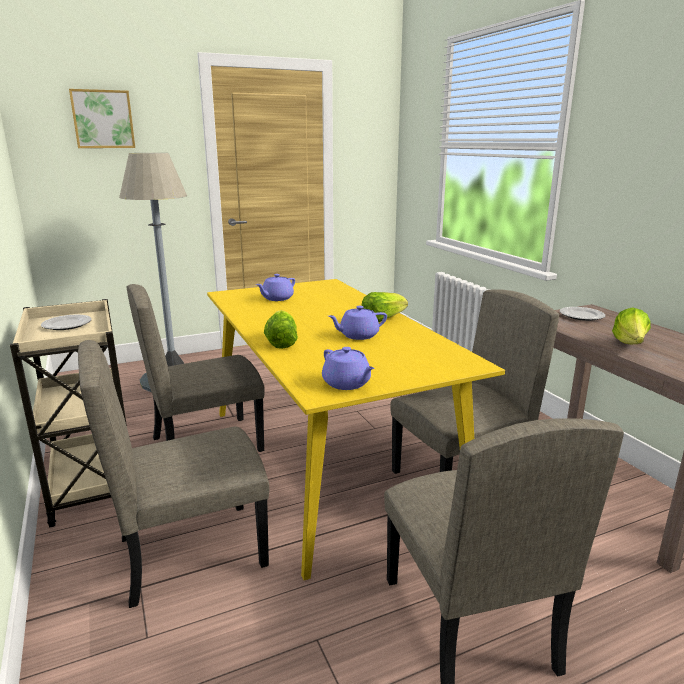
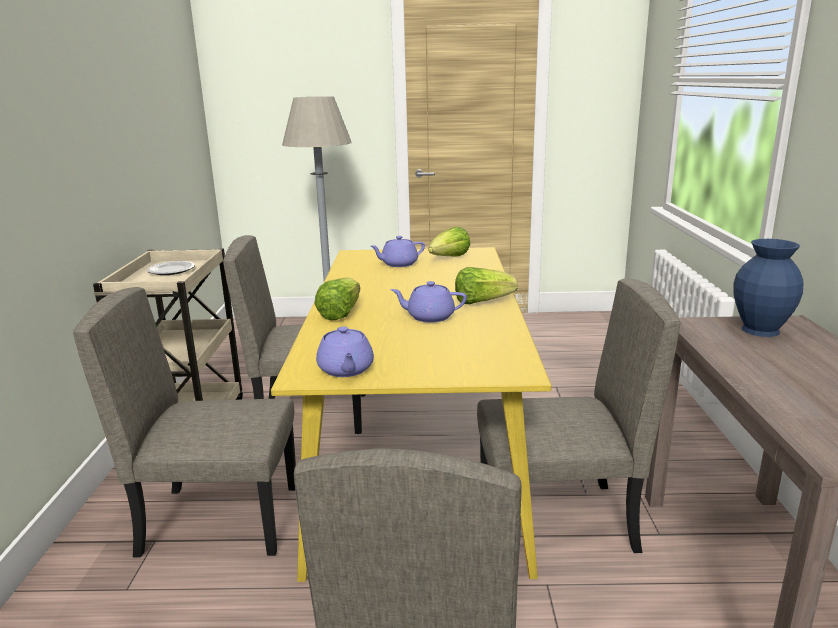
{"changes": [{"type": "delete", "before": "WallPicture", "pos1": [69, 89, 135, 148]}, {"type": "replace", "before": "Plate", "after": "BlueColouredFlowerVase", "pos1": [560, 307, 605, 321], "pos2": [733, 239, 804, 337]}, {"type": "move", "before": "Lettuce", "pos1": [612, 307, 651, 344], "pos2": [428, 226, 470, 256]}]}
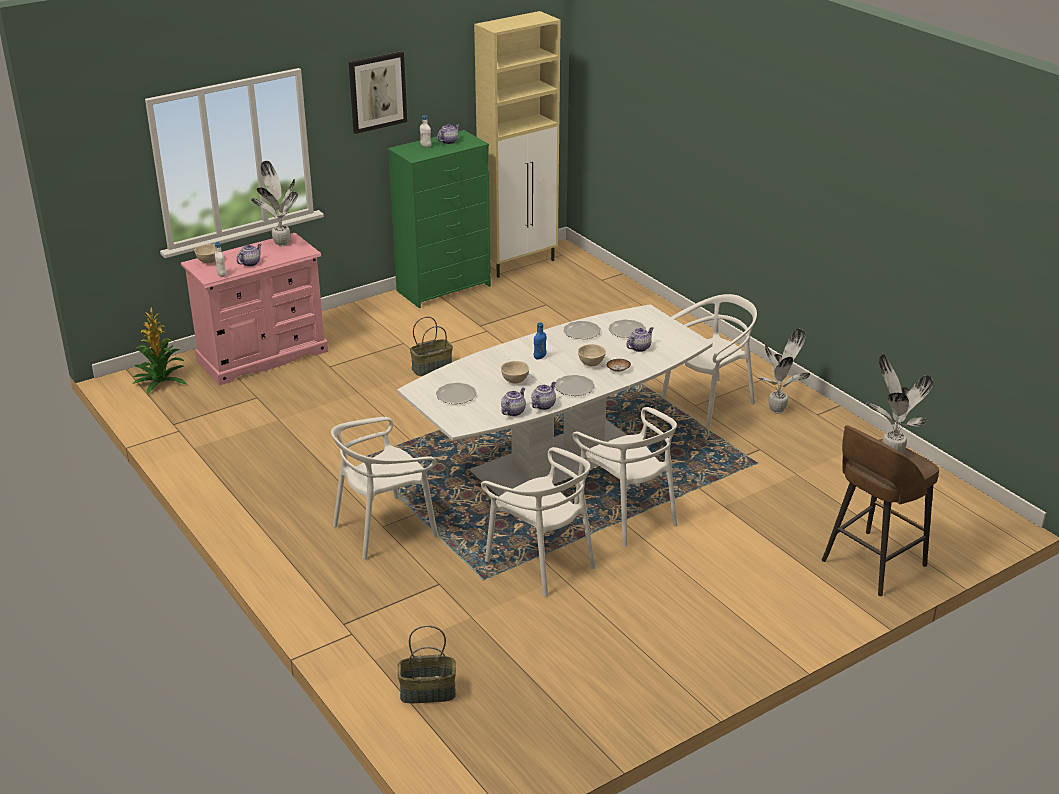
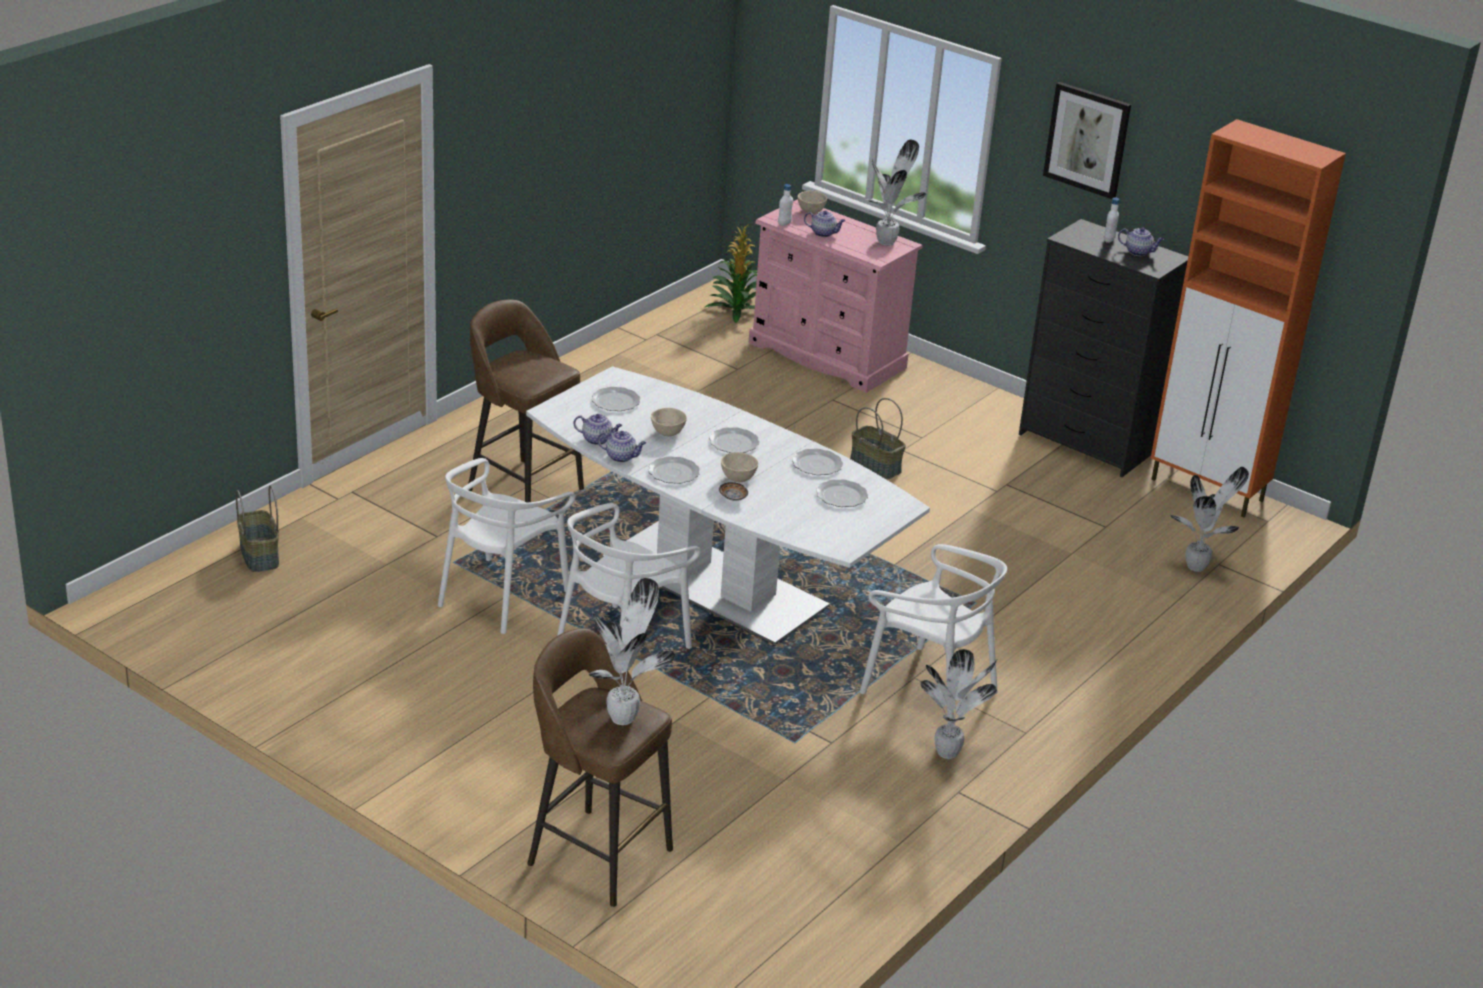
{"changes": [{"type": "replace", "before": "WhiteColouredUprightChair", "after": "BrownishStool", "pos1": [331, 417, 438, 559], "pos2": [468, 300, 584, 502]}, {"type": "recolor", "before": "GreenishChestOfDrawers", "after": "BlackishChestOfDrawers", "pos1": [388, 130, 491, 308], "pos2": [1019, 219, 1188, 477]}, {"type": "recolor", "before": "SandColouredCupboard", "after": "OrangeyCupboard", "pos1": [474, 11, 561, 278], "pos2": [1151, 119, 1346, 518]}, {"type": "replace", "before": "BlueColouredDrinkBottle", "after": "Plate", "pos1": [534, 323, 547, 360], "pos2": [709, 427, 759, 453]}, {"type": "delete", "before": "TeaPot", "pos1": [626, 327, 654, 352]}, {"type": "insert", "after": "PottedPlant", "pos2": [1170, 467, 1249, 572]}]}
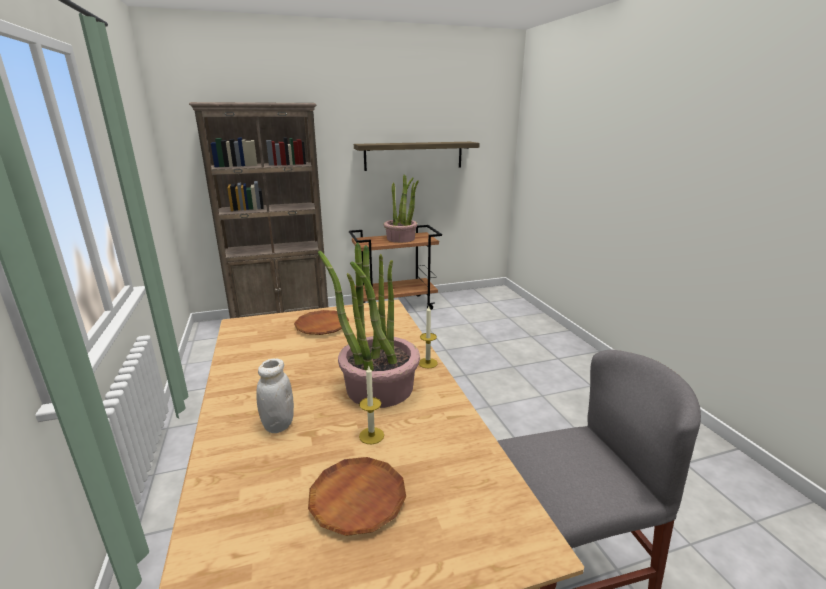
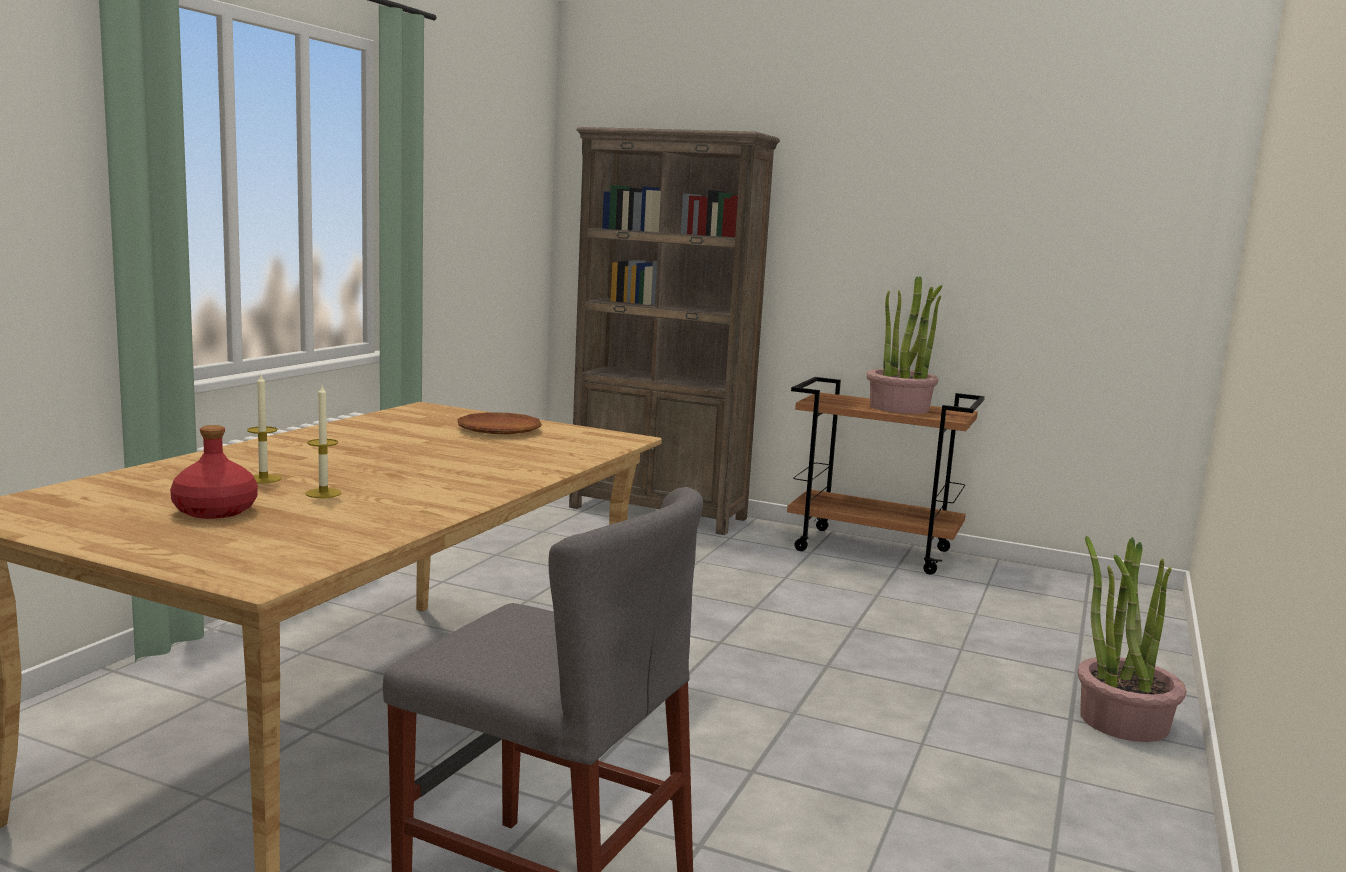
{"changes": [{"type": "delete", "before": "WhiteColouredPreserveJar", "pos1": [256, 358, 294, 433]}, {"type": "replace", "before": "BrownishPlate", "after": "ReddishDrinkBottle", "pos1": [308, 457, 406, 536], "pos2": [170, 425, 258, 519]}, {"type": "move", "before": "PottedPlant", "pos1": [318, 242, 420, 408], "pos2": [1078, 536, 1186, 742]}, {"type": "delete", "before": "WallShelf", "pos1": [354, 142, 480, 171]}, {"type": "move", "before": "WaxLight", "pos1": [419, 306, 438, 368], "pos2": [247, 375, 281, 484]}]}
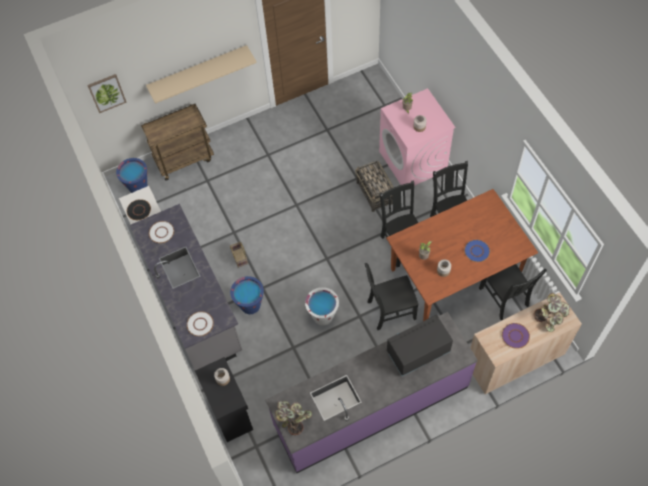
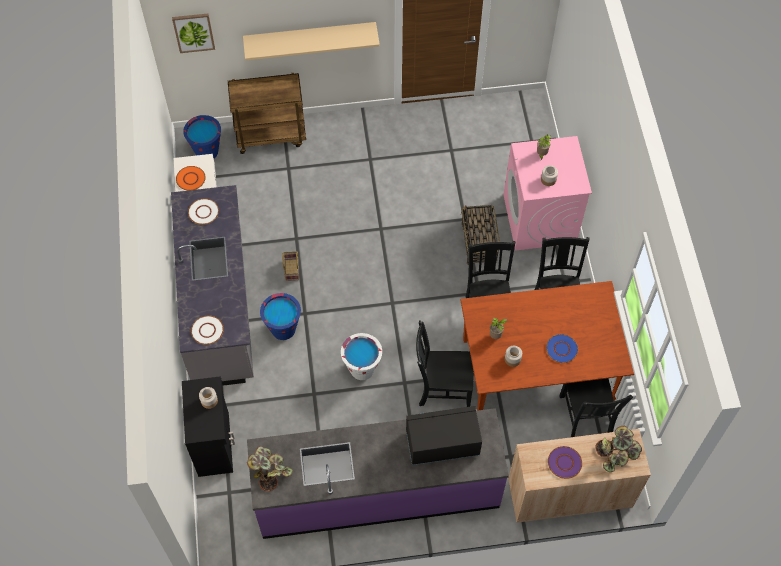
{"changes": [{"type": "recolor", "before": "BlackishPlate", "after": "OrangeyPlate", "pos1": [127, 199, 151, 220], "pos2": [176, 166, 206, 190]}]}
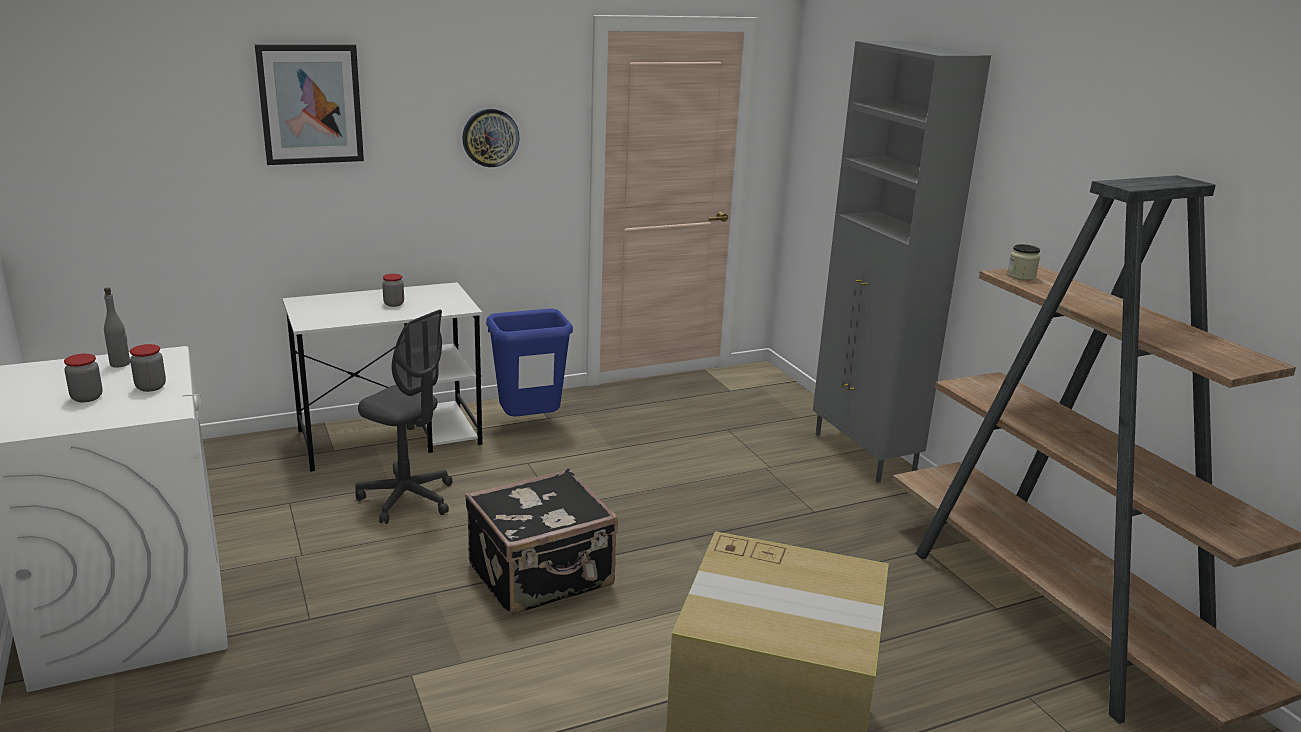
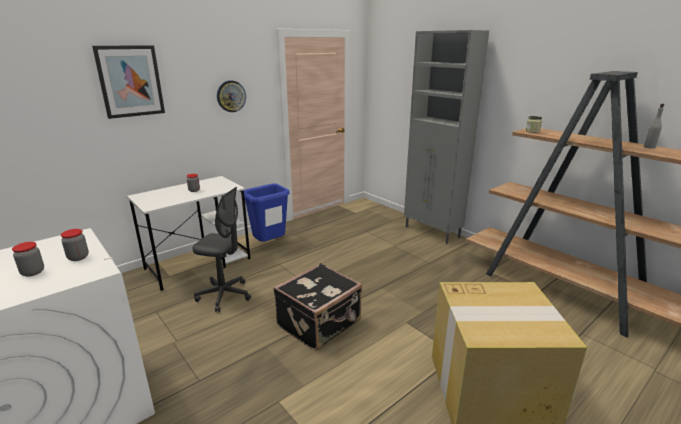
{"changes": [{"type": "move", "before": "GreyishDrinkBottle", "pos1": [104, 287, 130, 368], "pos2": [644, 104, 664, 149]}]}
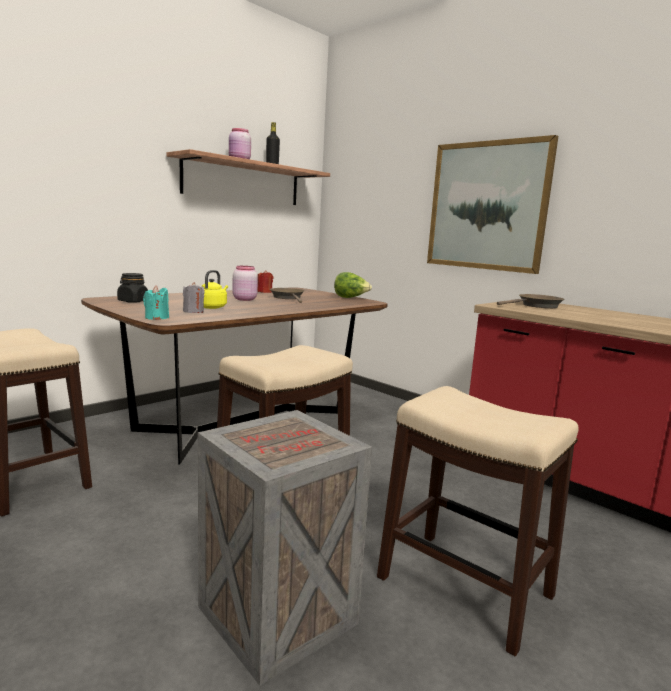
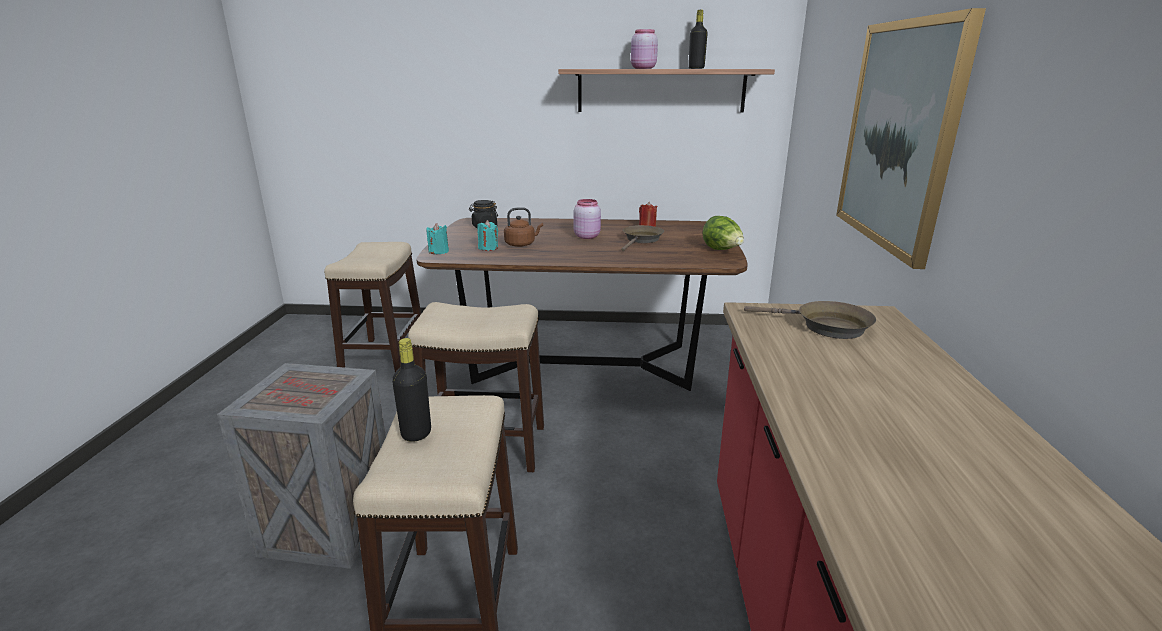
{"changes": [{"type": "recolor", "before": "GreyishWaxLight", "after": "TurquoiseWaxLight", "pos1": [183, 282, 205, 313], "pos2": [478, 220, 498, 251]}, {"type": "recolor", "before": "YellowWaterKettle", "after": "BrownishWaterKettle", "pos1": [201, 270, 228, 309], "pos2": [504, 207, 543, 247]}, {"type": "insert", "after": "BlackishDrinkBottle", "pos2": [392, 338, 431, 442]}]}
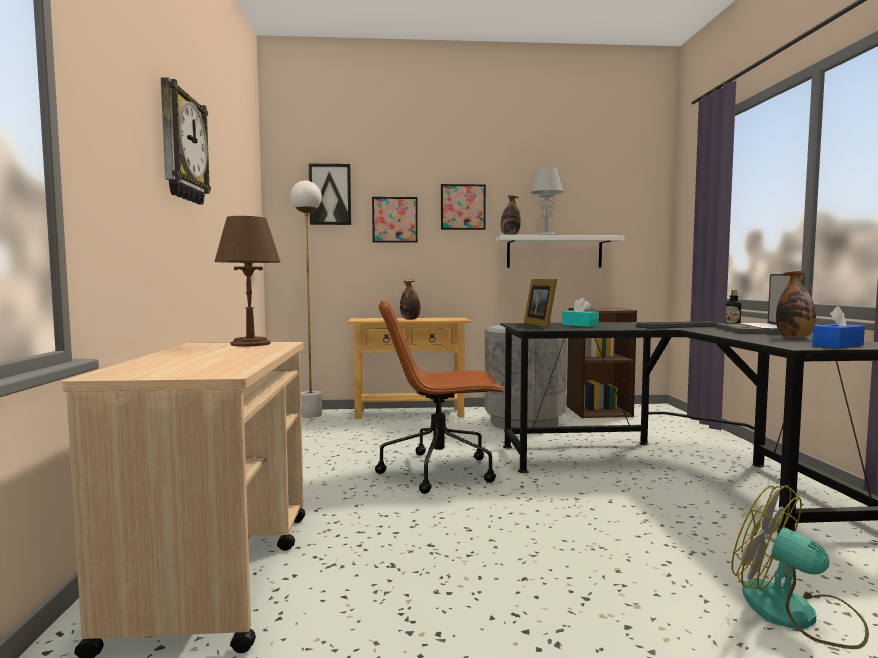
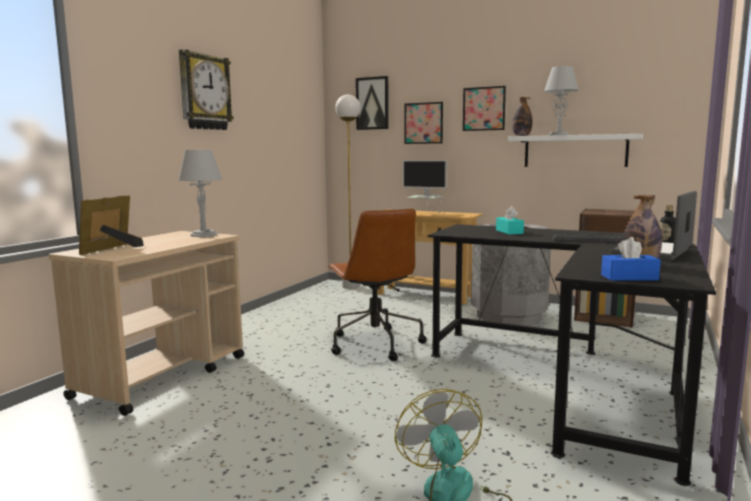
{"changes": [{"type": "recolor", "before": "BrownishTableLamp", "after": "GreyishTableLamp", "pos1": [215, 216, 281, 347], "pos2": [178, 150, 222, 237]}, {"type": "rotate", "before": "BrownishDeskChair", "pos1": [375, 300, 505, 494], "pos2": [328, 209, 427, 361], "turn": -135}, {"type": "replace", "before": "DrinkBottle", "after": "Monitor", "pos1": [400, 279, 420, 320], "pos2": [402, 160, 447, 214]}, {"type": "move", "before": "PictureFrame", "pos1": [524, 279, 557, 328], "pos2": [79, 195, 144, 255]}]}
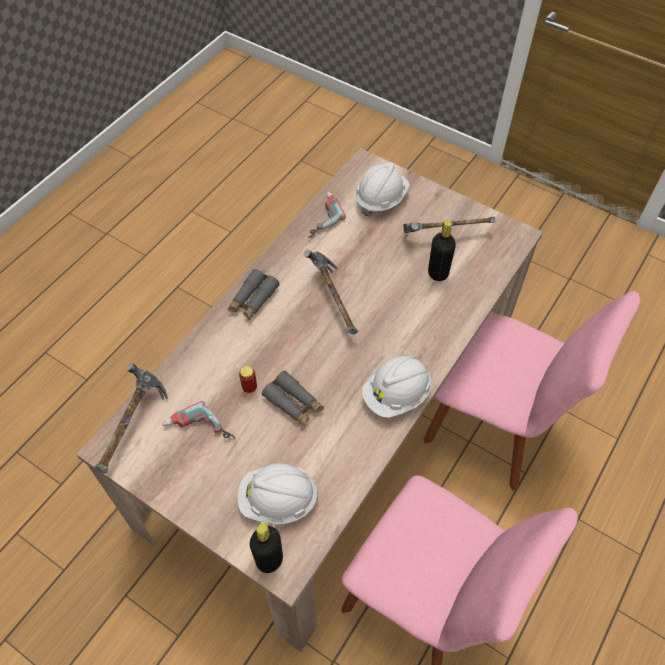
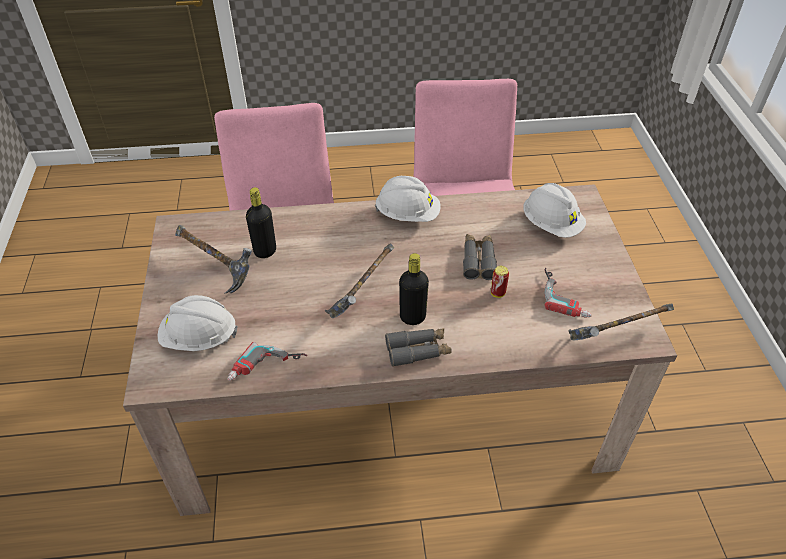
{"changes": [{"type": "move", "before": "BlackishDrinkBottle", "pos1": [250, 523, 283, 573], "pos2": [399, 253, 429, 325]}]}
